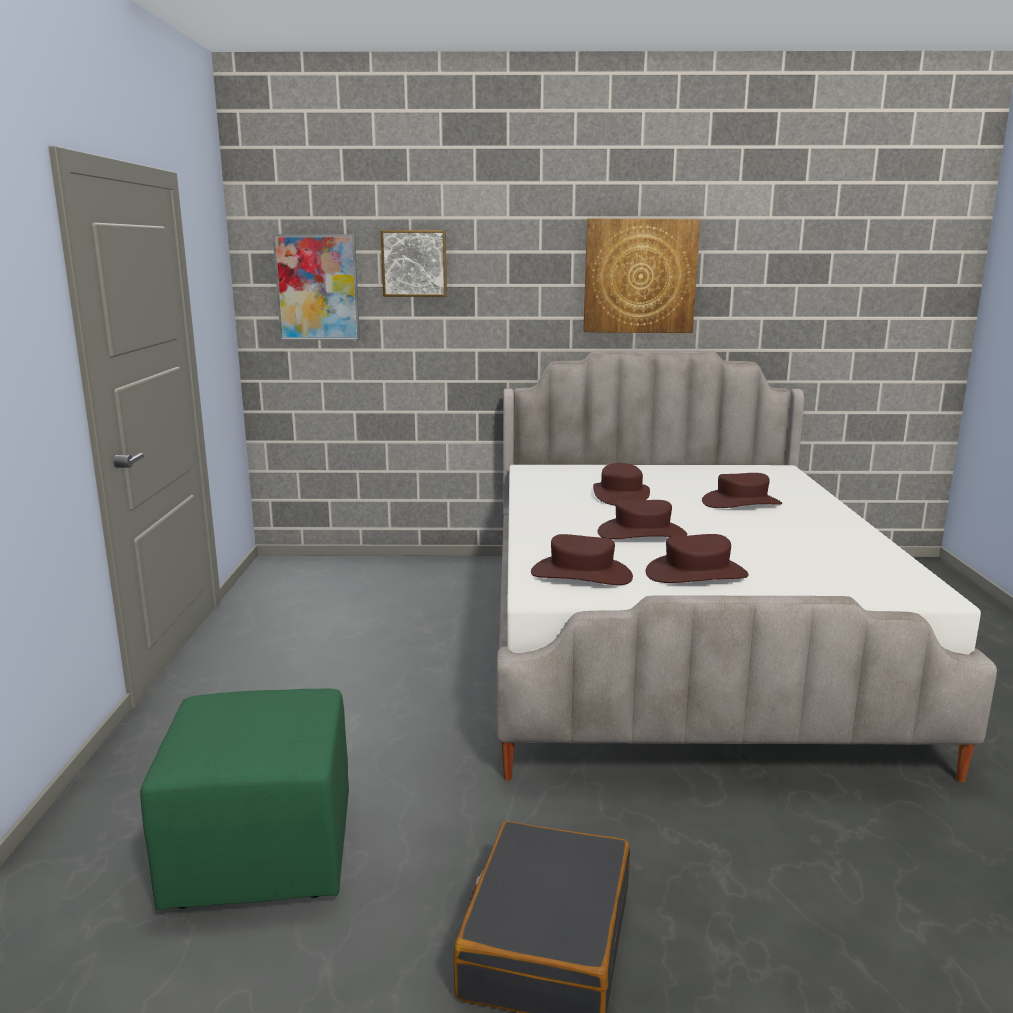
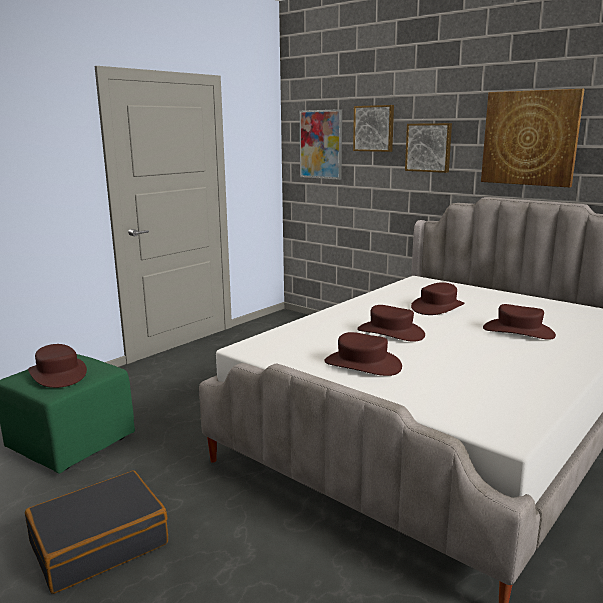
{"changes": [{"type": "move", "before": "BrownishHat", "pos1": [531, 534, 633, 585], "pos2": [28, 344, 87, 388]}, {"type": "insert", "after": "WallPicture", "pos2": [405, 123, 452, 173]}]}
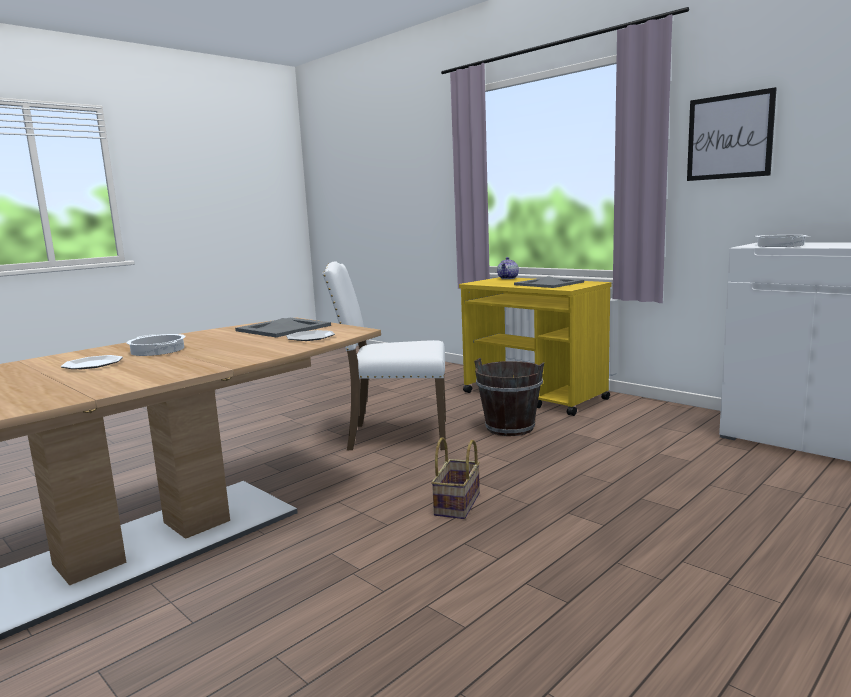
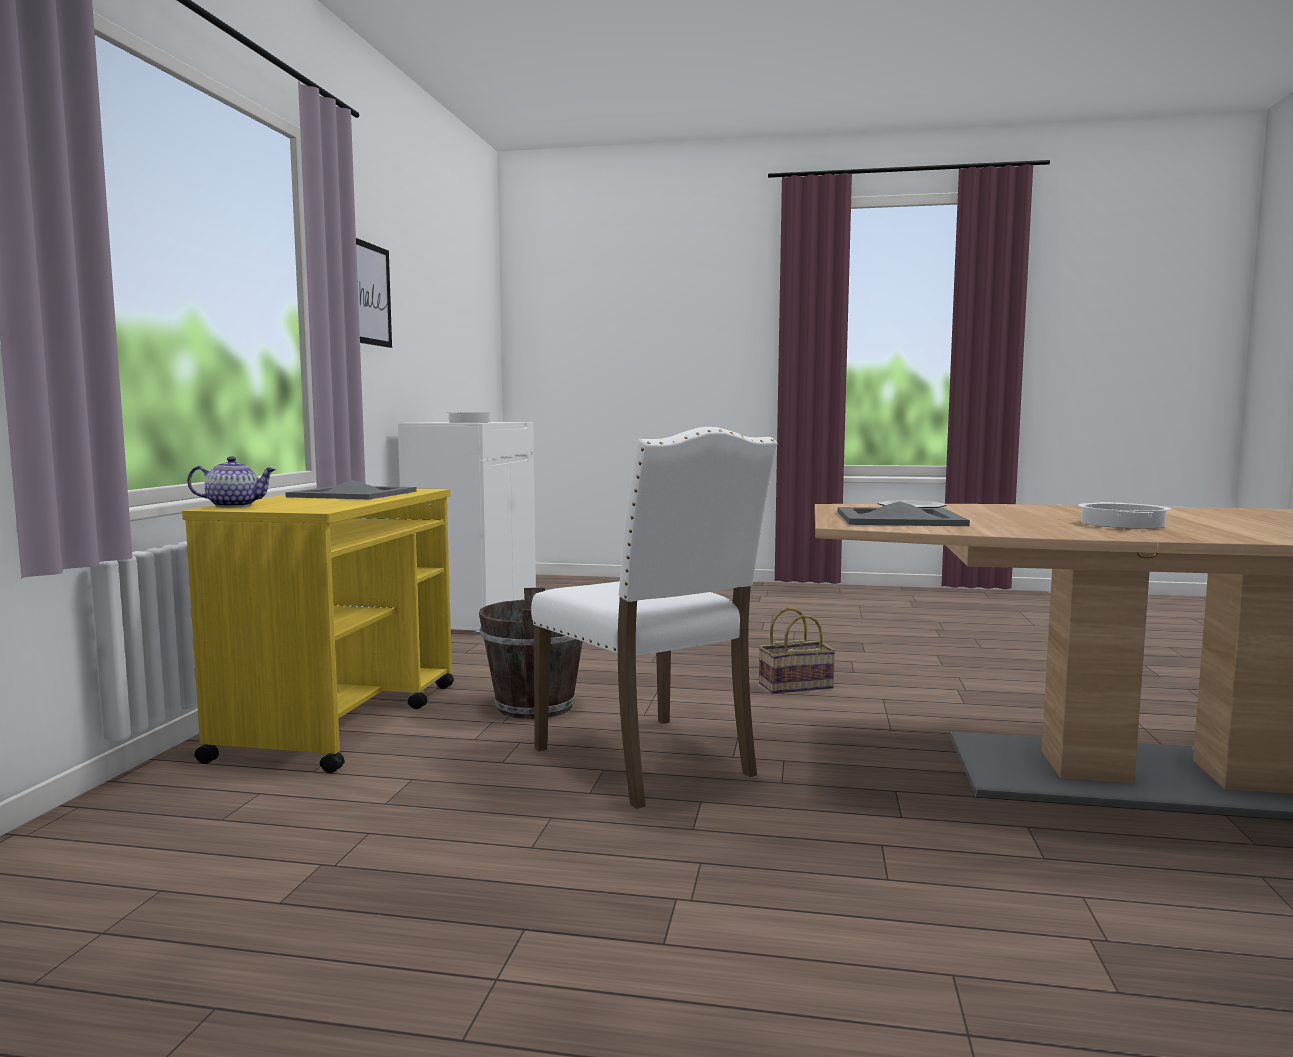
{"changes": [{"type": "delete", "before": "Plate", "pos1": [61, 355, 123, 369]}]}
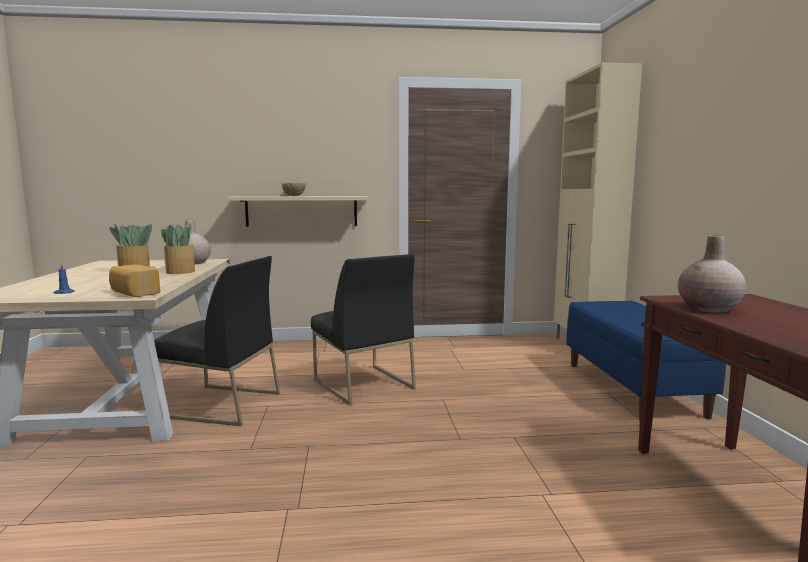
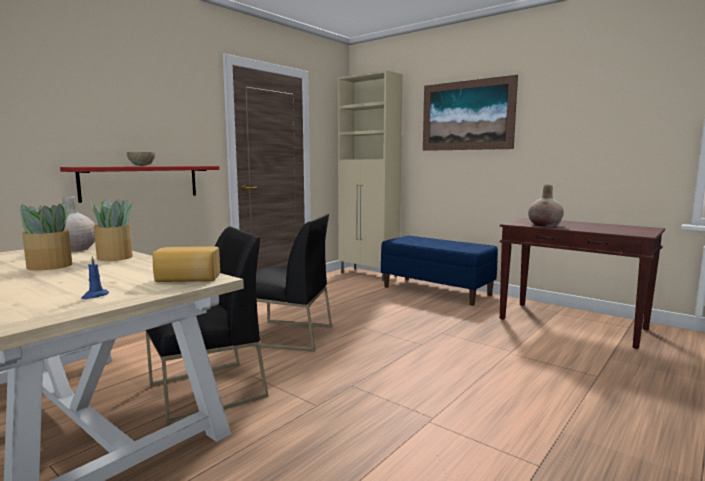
{"changes": [{"type": "recolor", "before": "SandColouredWallShelf", "after": "ReddishWallShelf", "pos1": [227, 196, 369, 227], "pos2": [60, 166, 219, 203]}, {"type": "insert", "after": "WallPicture", "pos2": [423, 75, 518, 151]}]}
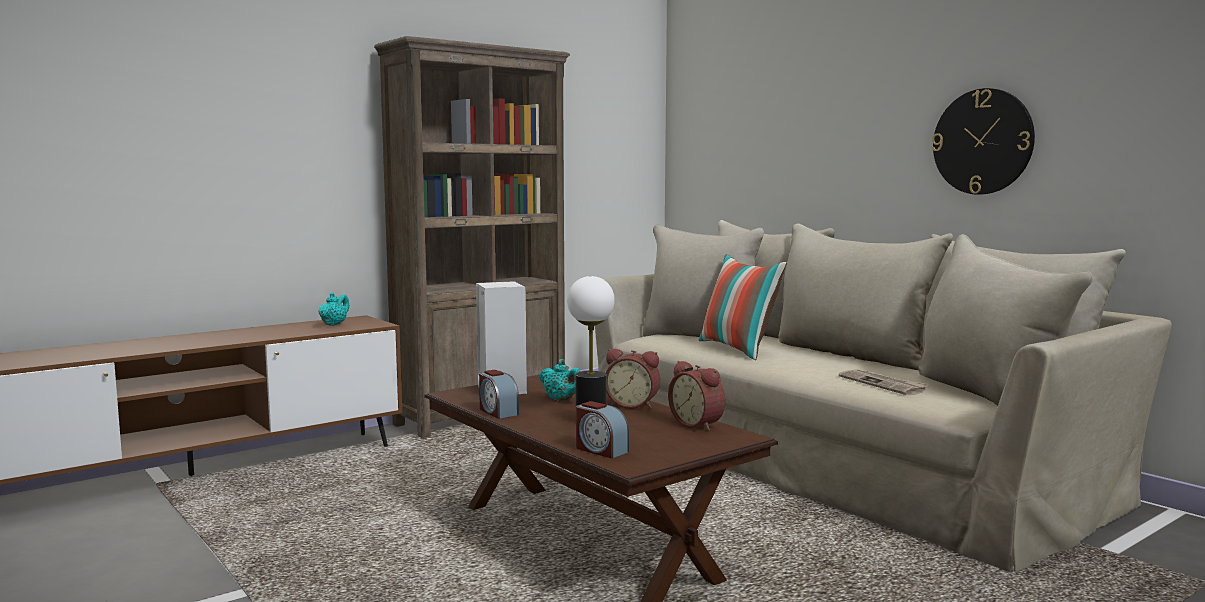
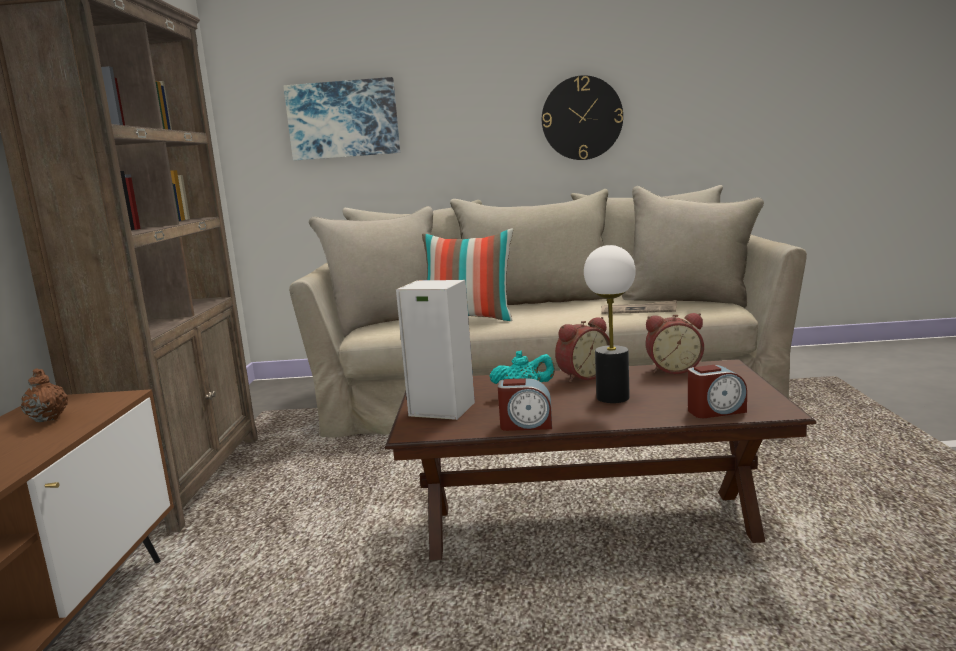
{"changes": [{"type": "recolor", "before": "TurquoiseTeaPot", "after": "BrownishTeaPot", "pos1": [319, 292, 349, 326], "pos2": [21, 368, 68, 422]}, {"type": "insert", "after": "WallPicture", "pos2": [283, 77, 400, 160]}]}
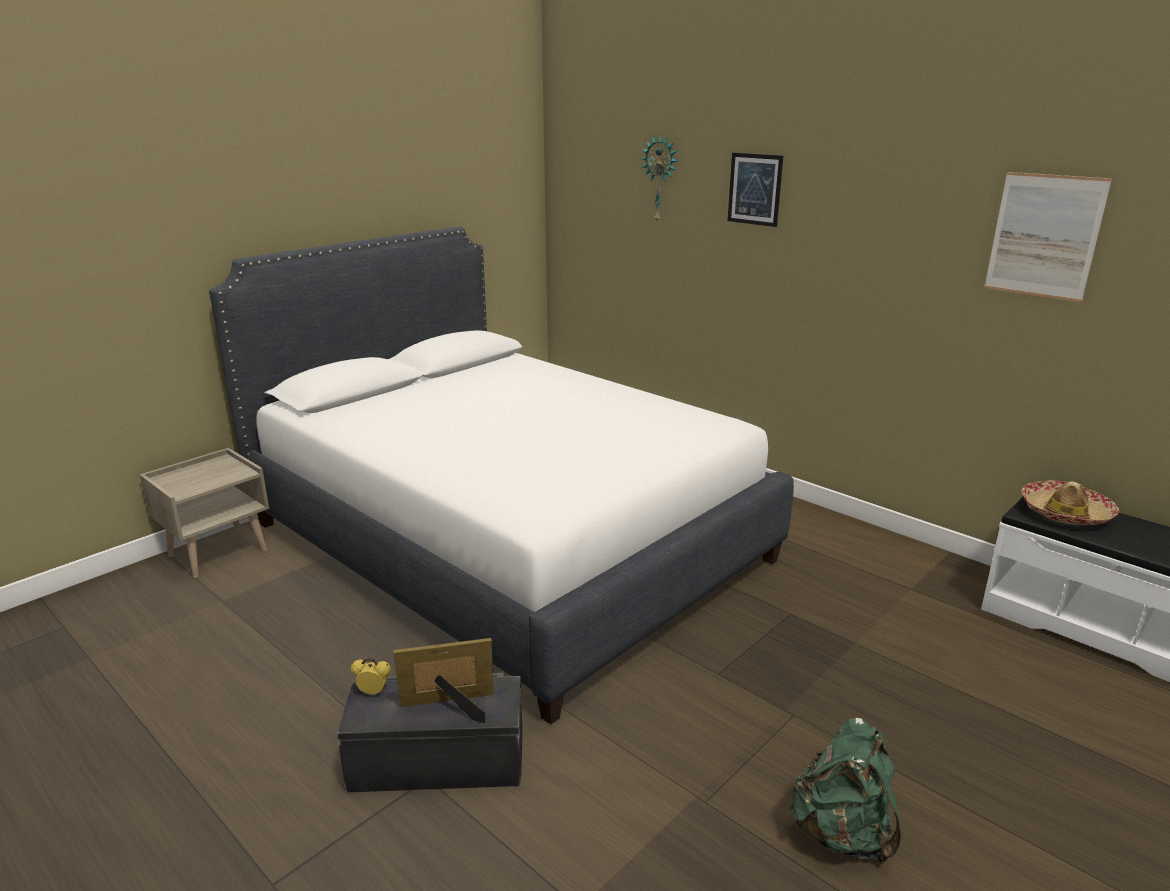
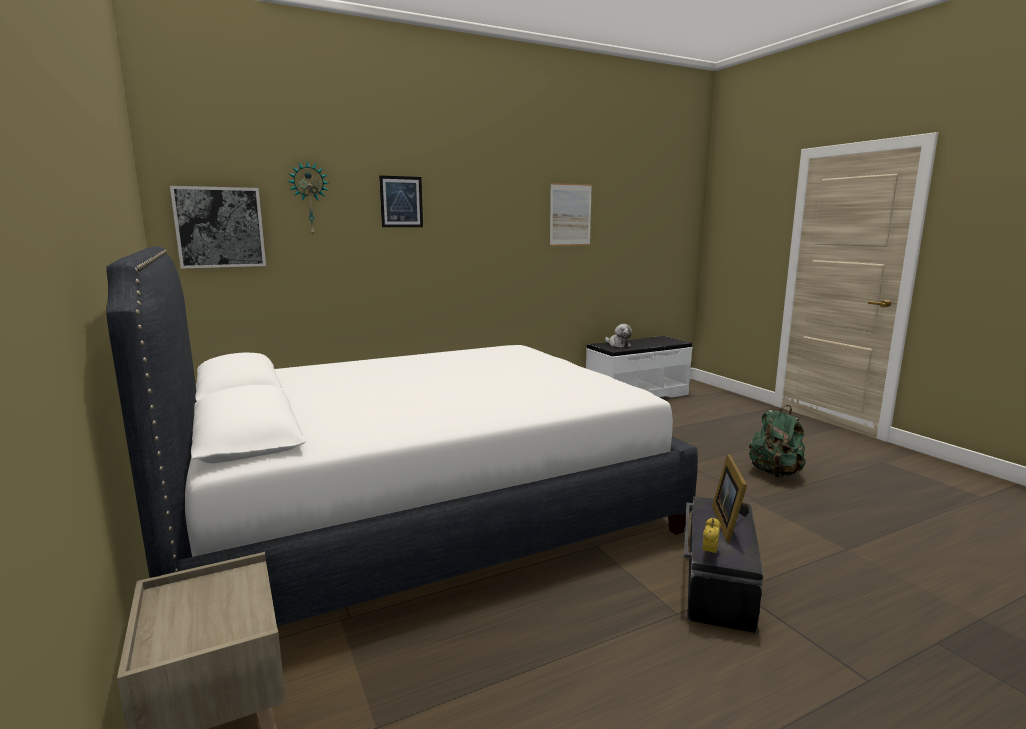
{"changes": [{"type": "replace", "before": "Hat", "after": "SoftToy", "pos1": [1021, 480, 1120, 525], "pos2": [605, 324, 632, 348]}, {"type": "insert", "after": "WallPicture", "pos2": [170, 186, 266, 268]}]}
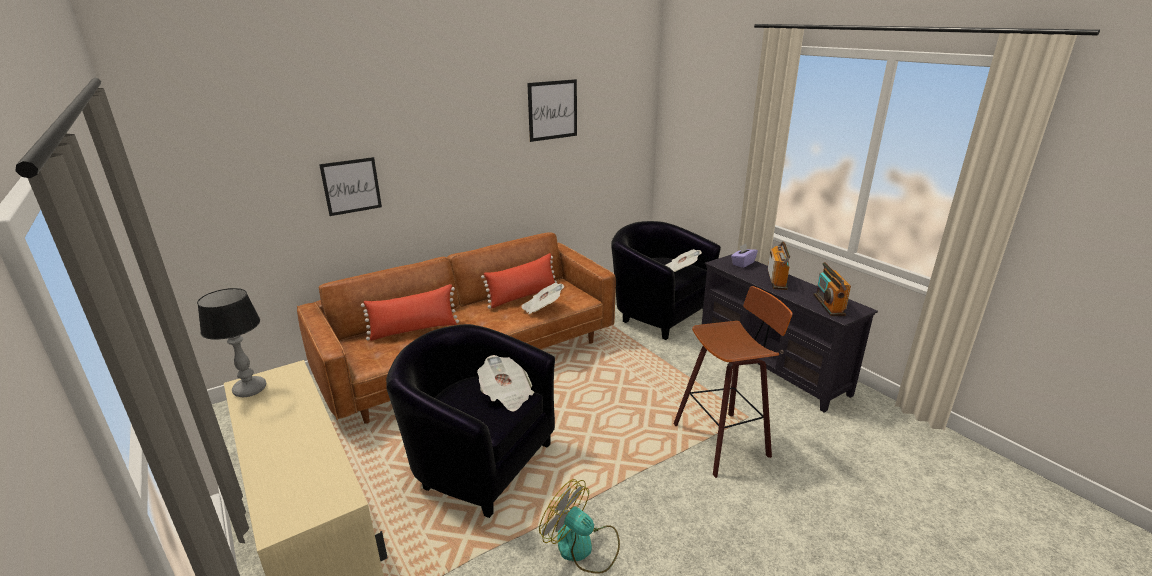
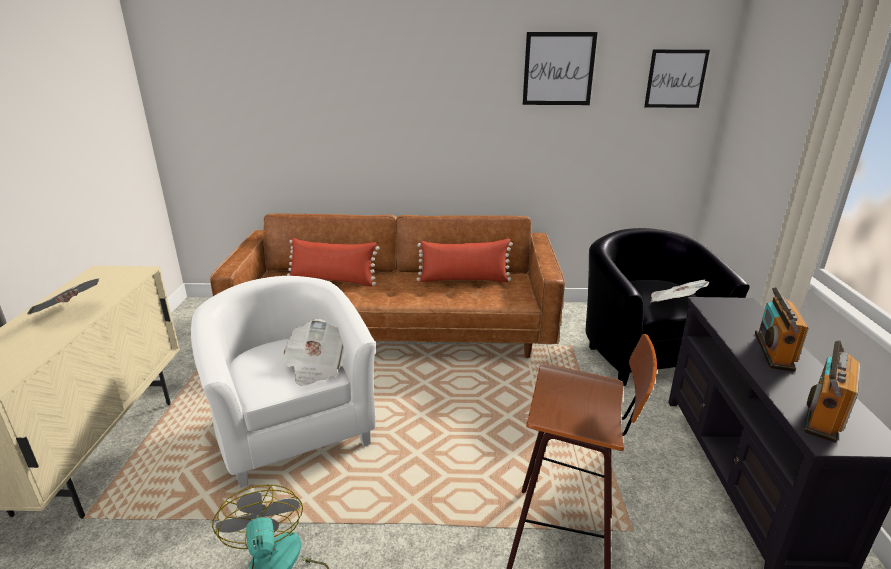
{"changes": [{"type": "delete", "before": "TableLamp", "pos1": [197, 288, 266, 397]}, {"type": "move", "before": "WallPicture", "pos1": [319, 157, 382, 216], "pos2": [644, 49, 710, 108]}, {"type": "recolor", "before": "BlackishLoungeChair", "after": "WhiteColouredLoungeChair", "pos1": [386, 324, 555, 518], "pos2": [191, 276, 376, 488]}, {"type": "move", "before": "PrintedPaper", "pos1": [521, 283, 564, 314], "pos2": [27, 279, 99, 315]}, {"type": "delete", "before": "PurplishBoxOfTissues", "pos1": [731, 244, 758, 268]}, {"type": "rotate", "before": "RadioSet", "pos1": [768, 241, 790, 290], "pos2": [755, 287, 809, 372], "turn": 150}]}
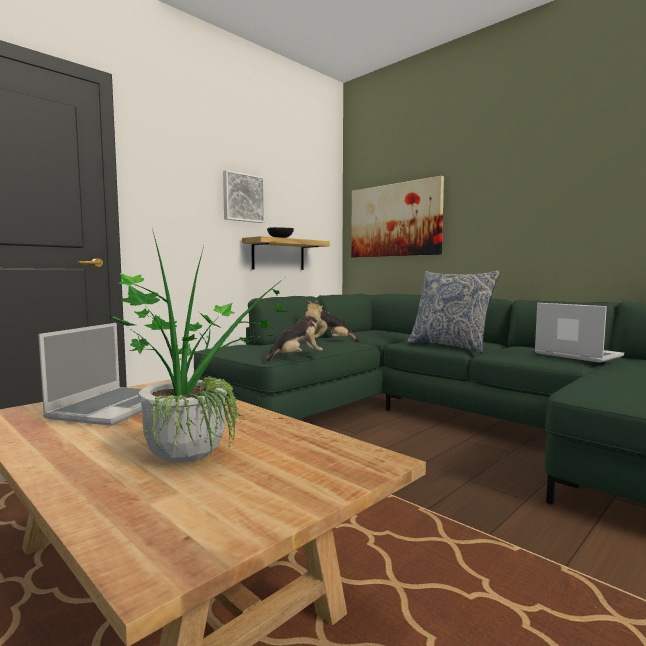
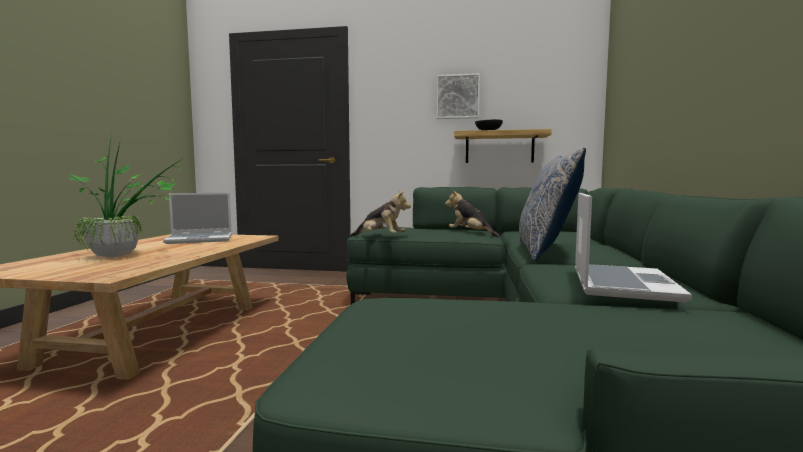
{"changes": [{"type": "delete", "before": "WallPicture", "pos1": [351, 176, 444, 257]}]}
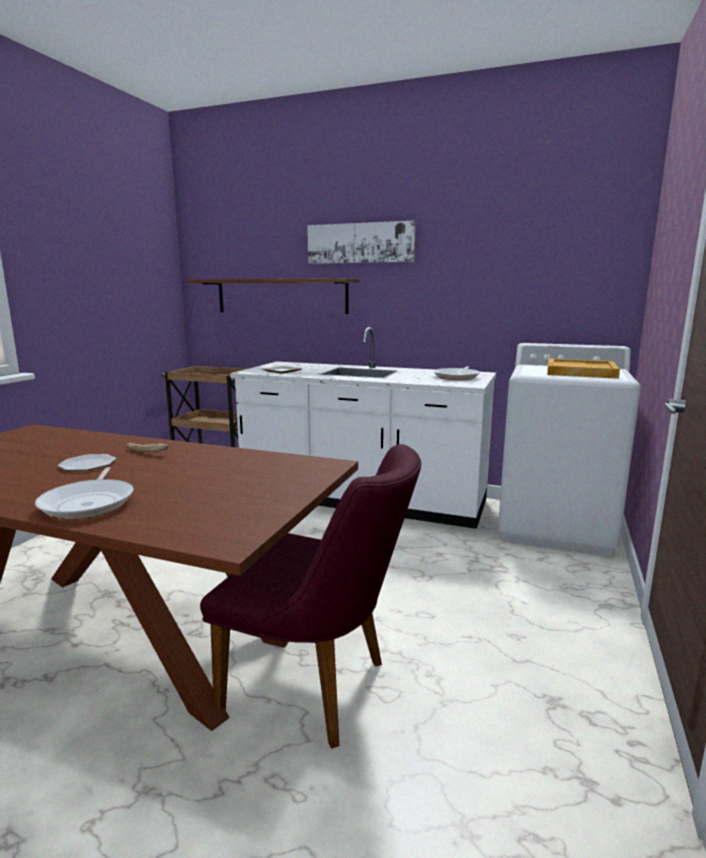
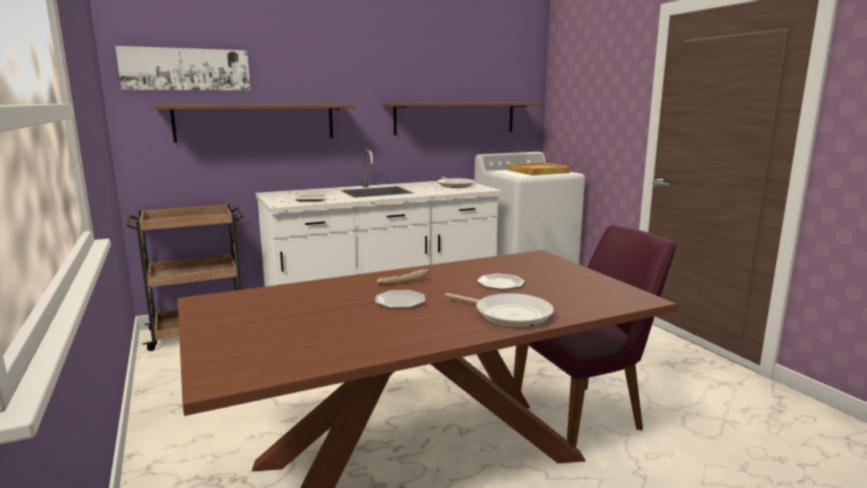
{"changes": [{"type": "move", "before": "WallPicture", "pos1": [307, 221, 416, 264], "pos2": [115, 46, 251, 91]}, {"type": "insert", "after": "BrownishWallShelf", "pos2": [382, 103, 540, 135]}, {"type": "insert", "after": "Plate", "pos2": [477, 273, 525, 289]}]}
